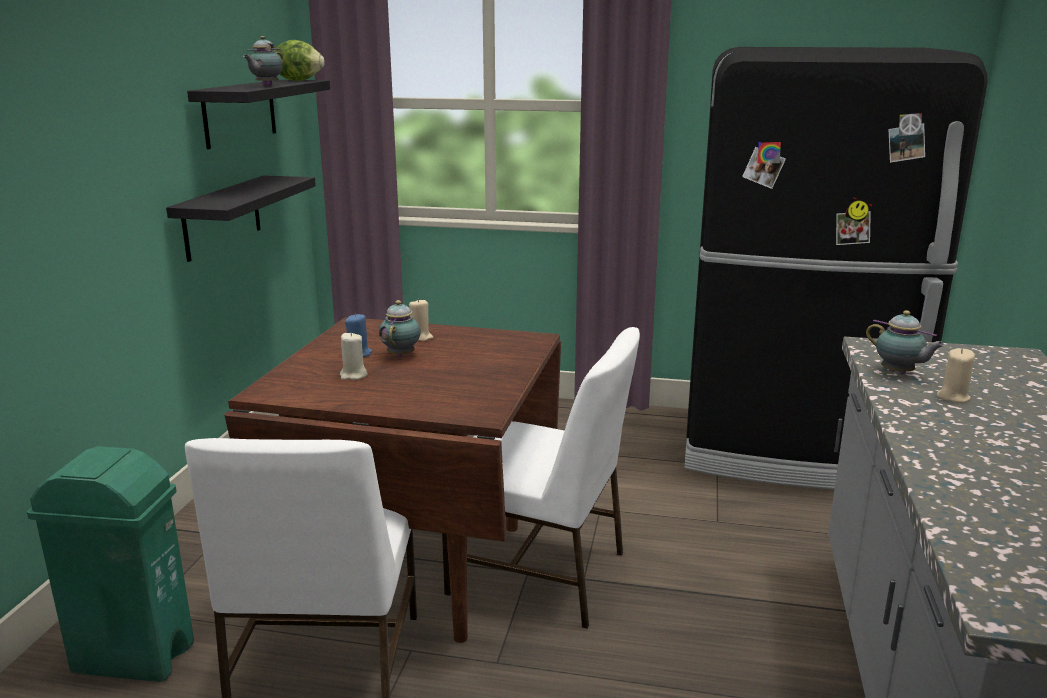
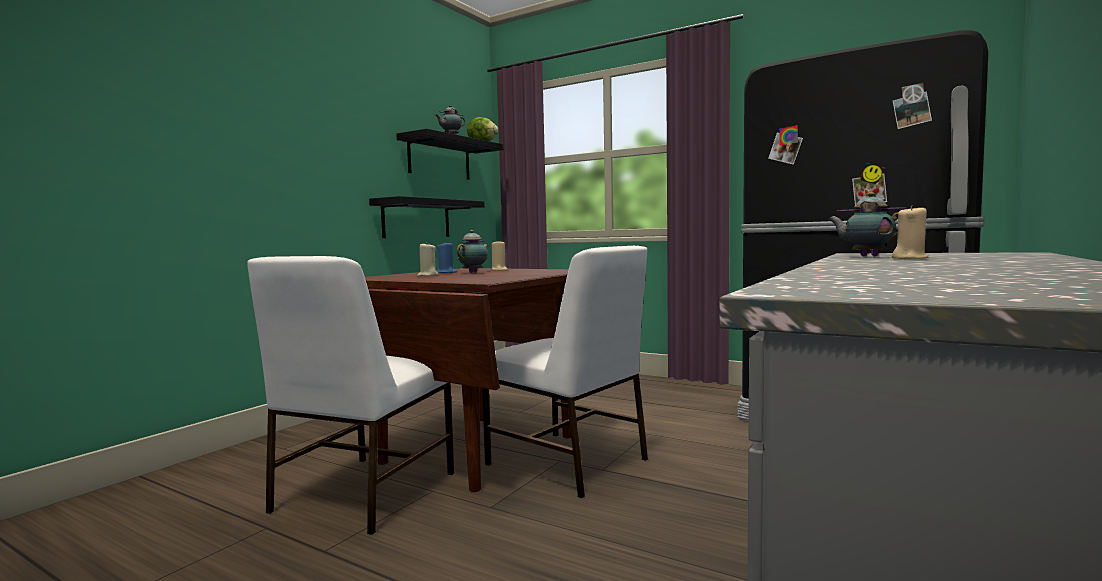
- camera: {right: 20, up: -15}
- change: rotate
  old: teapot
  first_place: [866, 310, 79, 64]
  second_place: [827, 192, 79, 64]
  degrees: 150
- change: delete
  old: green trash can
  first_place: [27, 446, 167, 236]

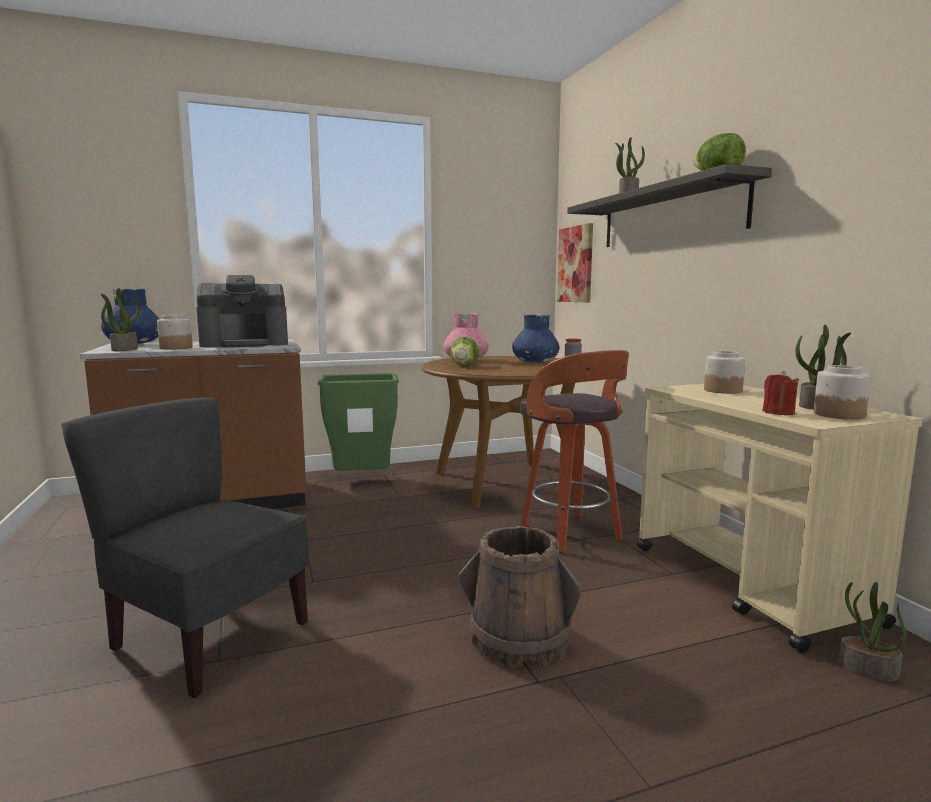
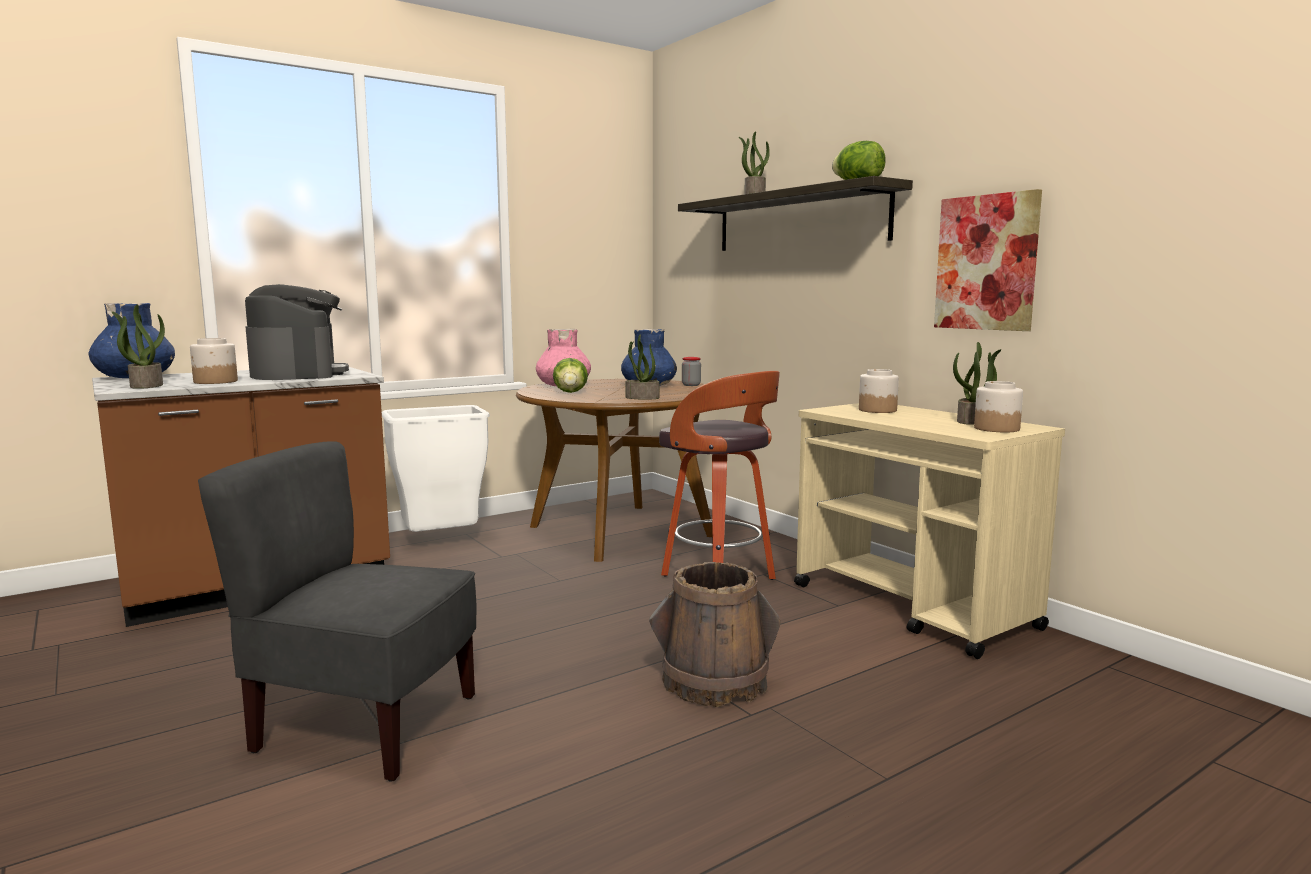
- camera: {right: -15, up: 0}
- change: rotate
  old: coffee machine
  first_place: [196, 275, 92, 72]
  second_place: [245, 284, 104, 96]
  degrees: -75
- change: recolor
  old: green trash can
  new: white trash can
  first_place: [318, 373, 81, 98]
  second_place: [382, 405, 108, 127]
- change: move
  old: potted plant
  first_place: [838, 582, 68, 99]
  second_place: [625, 334, 34, 66]
- change: move
  old: picture
  first_place: [557, 223, 36, 79]
  second_place: [934, 189, 108, 142]
- change: delete
  old: red candle
  first_place: [762, 370, 37, 45]

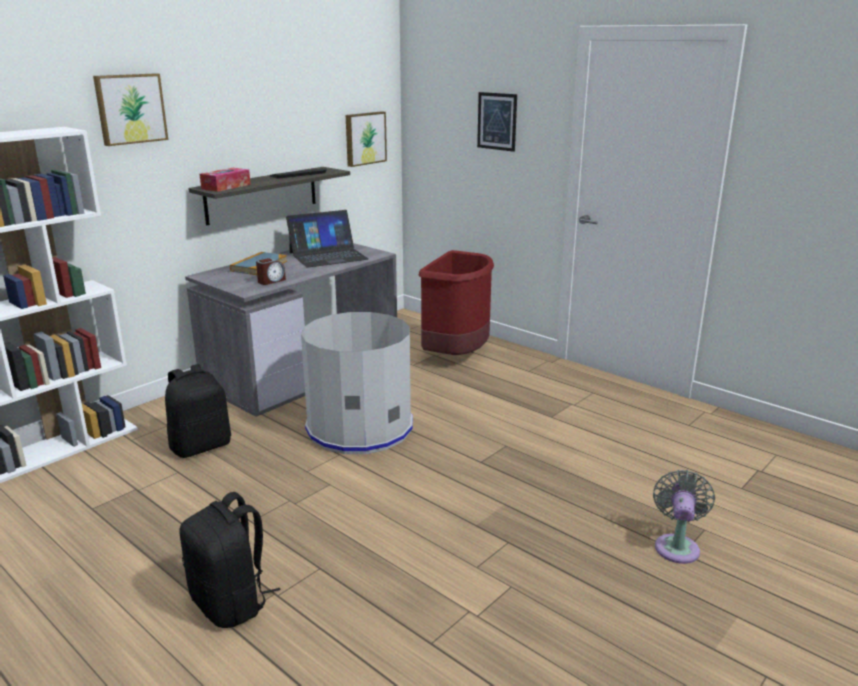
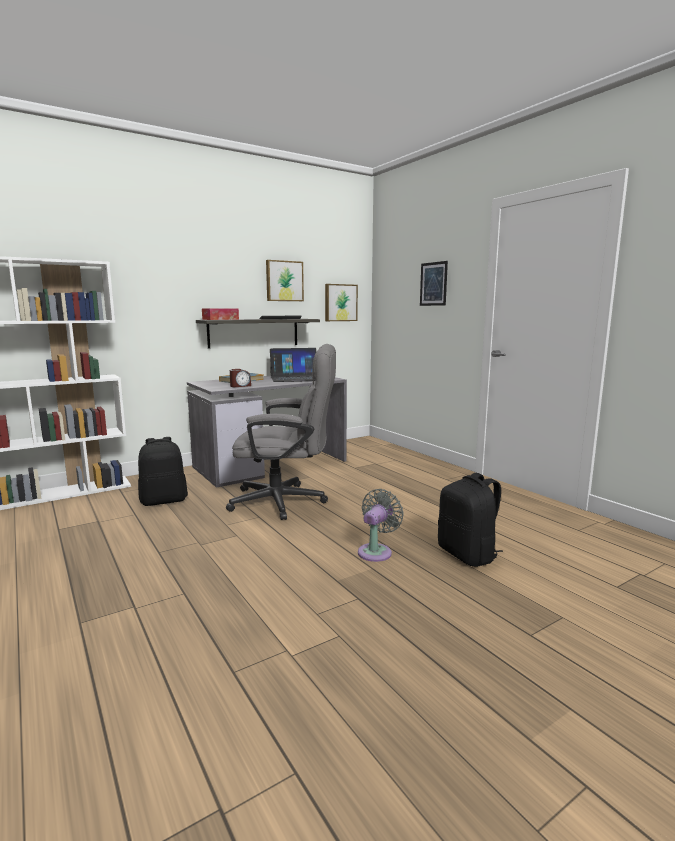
- camera: {right: 15, up: -10}
- change: replace
  old: grey trash can
  new: grey office chair
  first_place: [301, 312, 112, 142]
  second_place: [226, 344, 110, 176]
- change: move
  old: picture
  first_place: [93, 73, 75, 73]
  second_place: [266, 260, 38, 41]
- change: move
  old: grey fan
  first_place: [653, 470, 62, 94]
  second_place: [358, 489, 46, 73]
- change: move
  old: black backpack
  first_place: [180, 492, 101, 136]
  second_place: [438, 473, 65, 94]
- change: delete
  old: red trash can
  first_place: [419, 250, 75, 105]

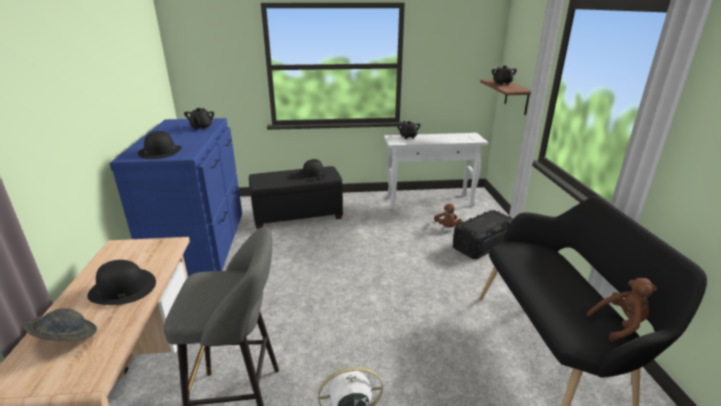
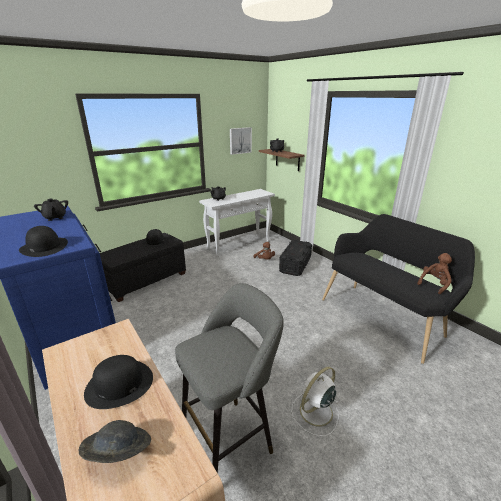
- camera: {right: -30, up: 0}
- change: insert
  new: picture
  second_place: [230, 127, 22, 28]

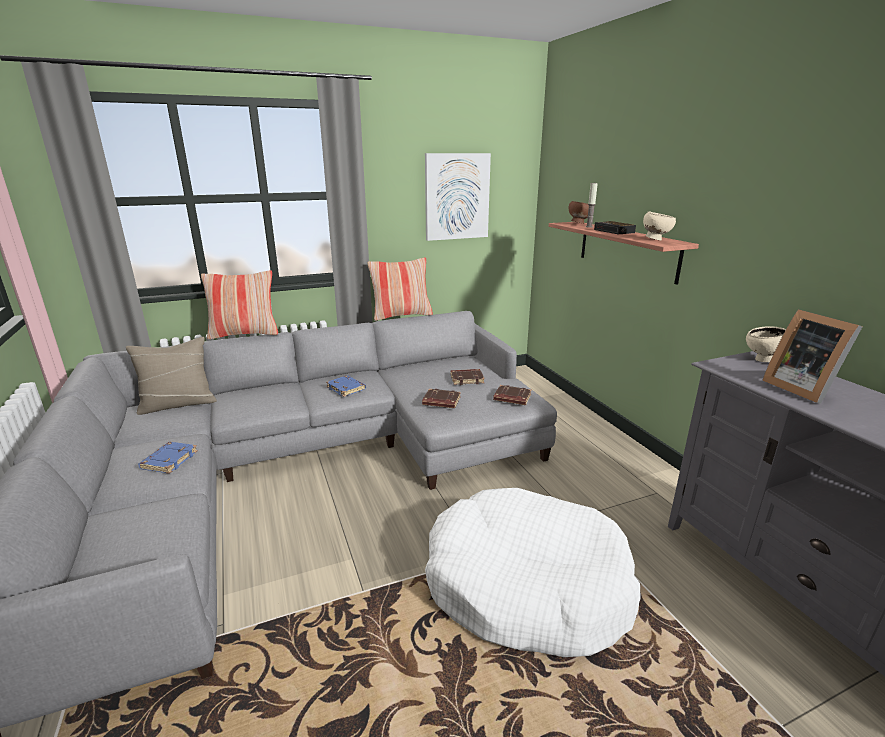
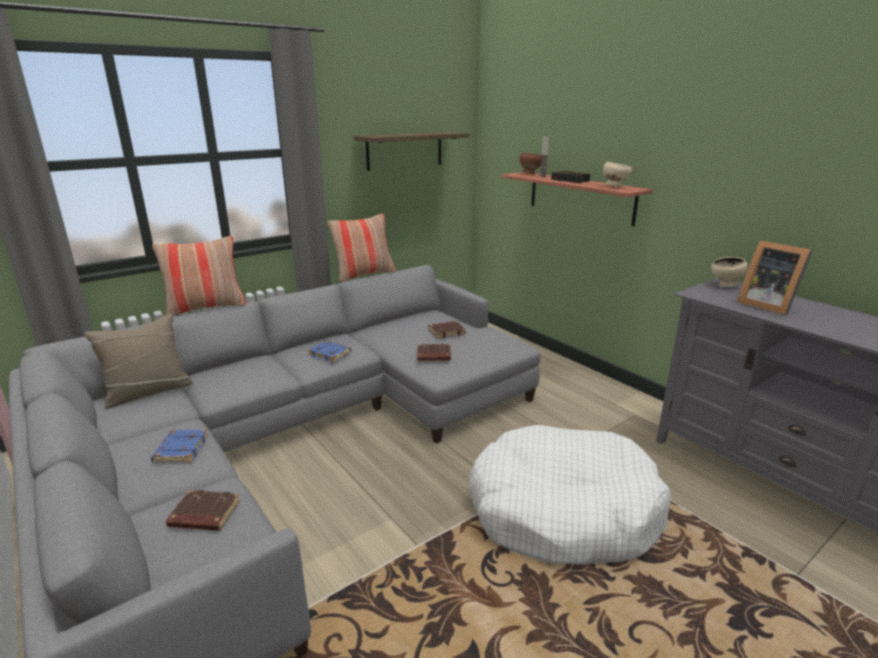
- camera: {right: -15, up: 0}
- change: move
  old: brown book
  first_place: [493, 385, 39, 20]
  second_place: [166, 490, 74, 41]
- change: replace
  old: picture
  new: shelf
  first_place: [425, 153, 66, 88]
  second_place: [354, 132, 115, 39]

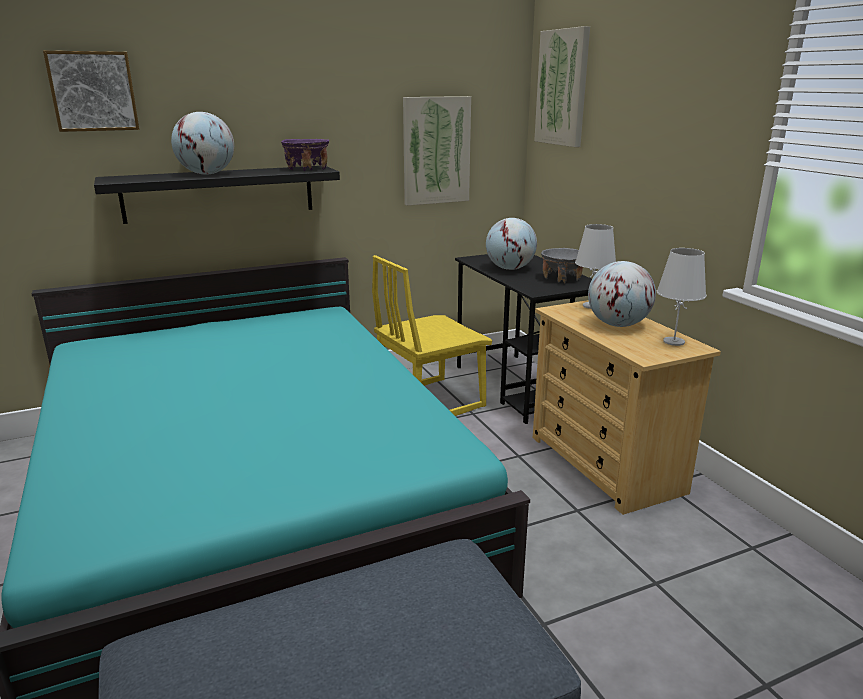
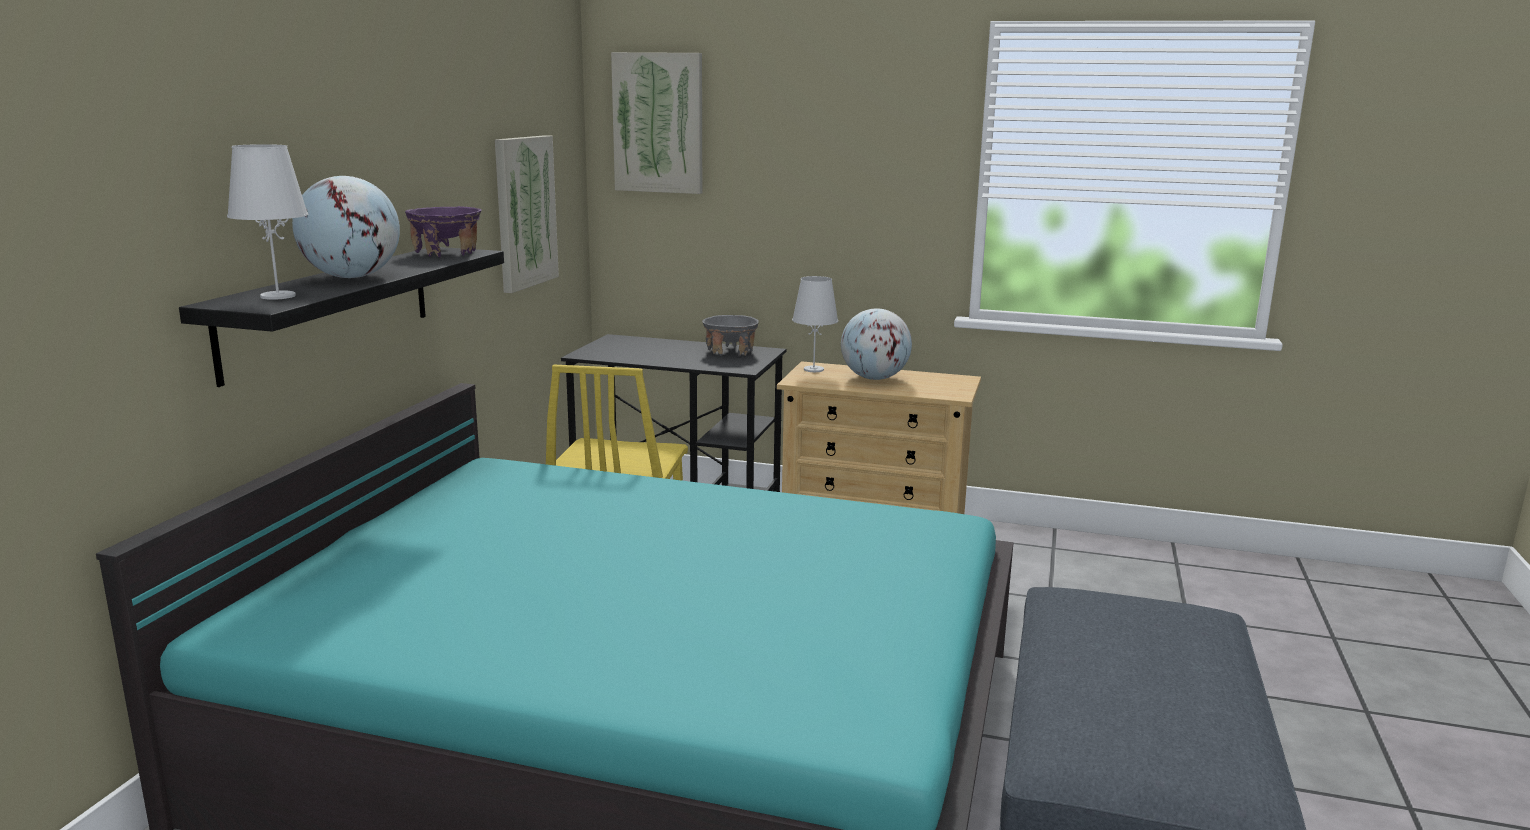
- camera: {right: -50, up: -5}
- change: move
  old: white table lamp
  first_place: [657, 248, 49, 98]
  second_place: [227, 144, 82, 156]
- change: delete
  old: picture
  first_place: [43, 51, 96, 81]
- change: delete
  old: globe
  first_place: [486, 218, 51, 52]

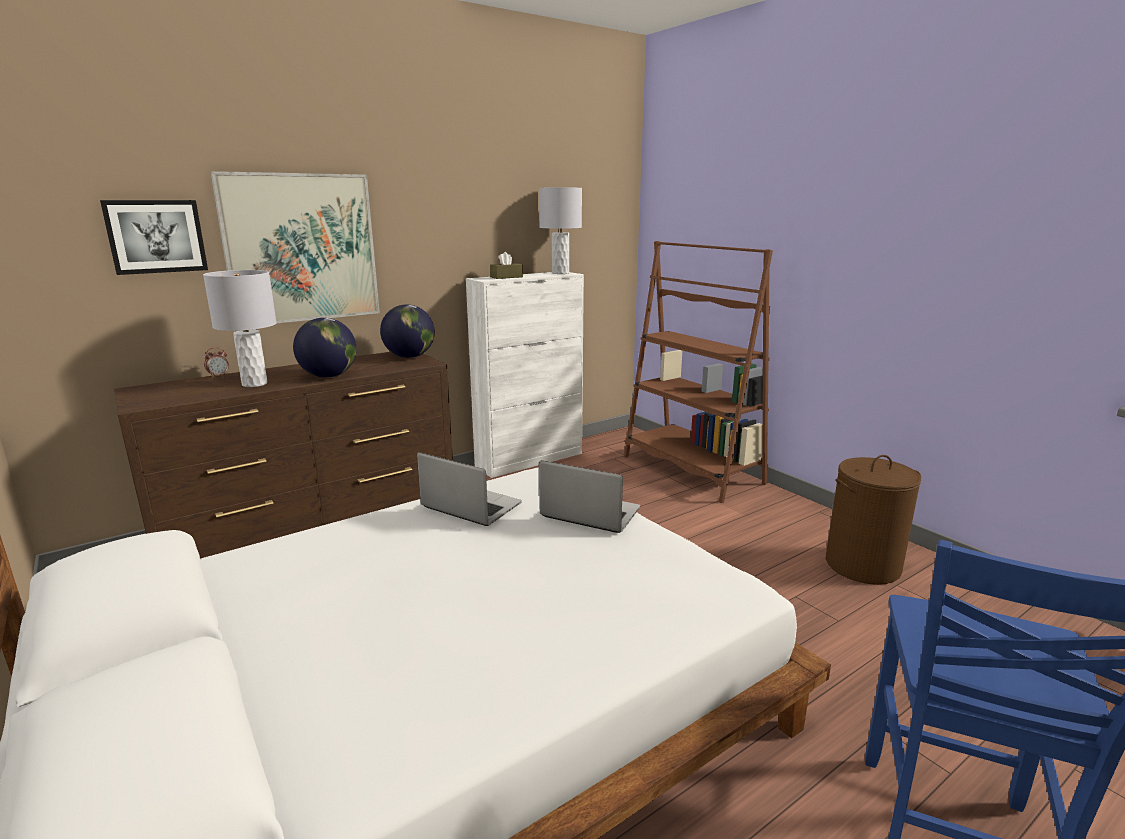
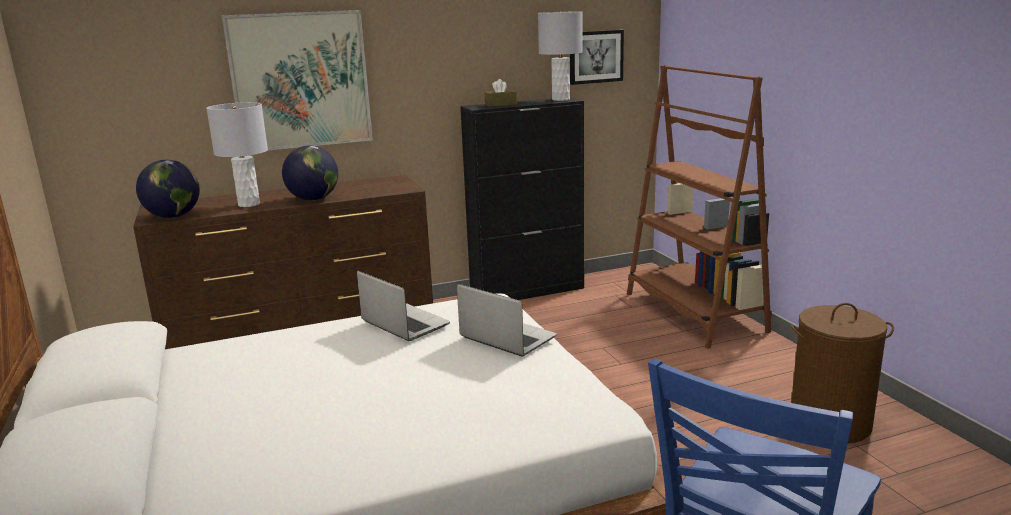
- camera: {right: 15, up: 0}
- change: move
  old: globe
  first_place: [380, 304, 55, 54]
  second_place: [136, 160, 64, 58]
- change: recolor
  old: white cabinet
  new: black cabinet
  first_place: [466, 272, 118, 206]
  second_place: [460, 98, 124, 202]
- change: move
  old: picture
  first_place: [100, 200, 108, 75]
  second_place: [570, 30, 54, 55]
- change: delete
  old: alarm clock
  first_place: [204, 347, 25, 31]

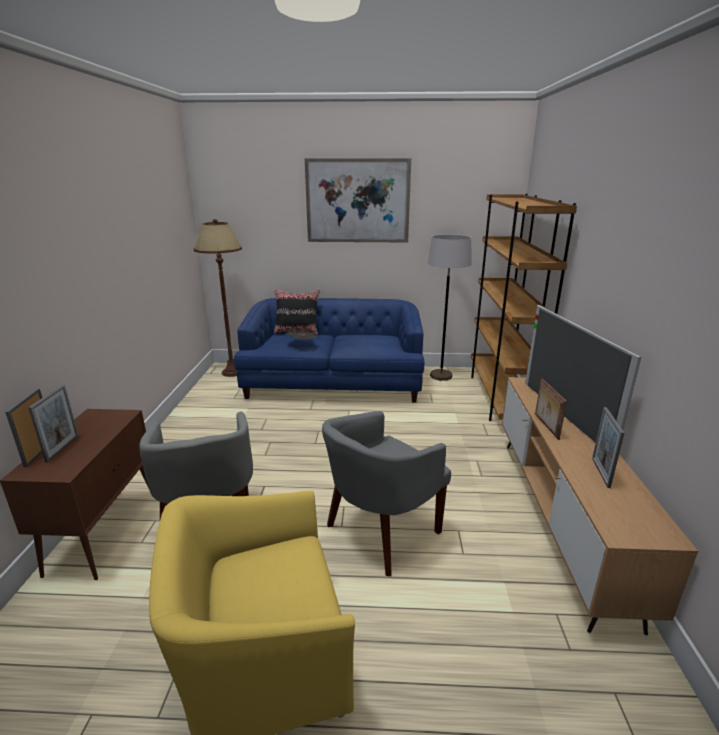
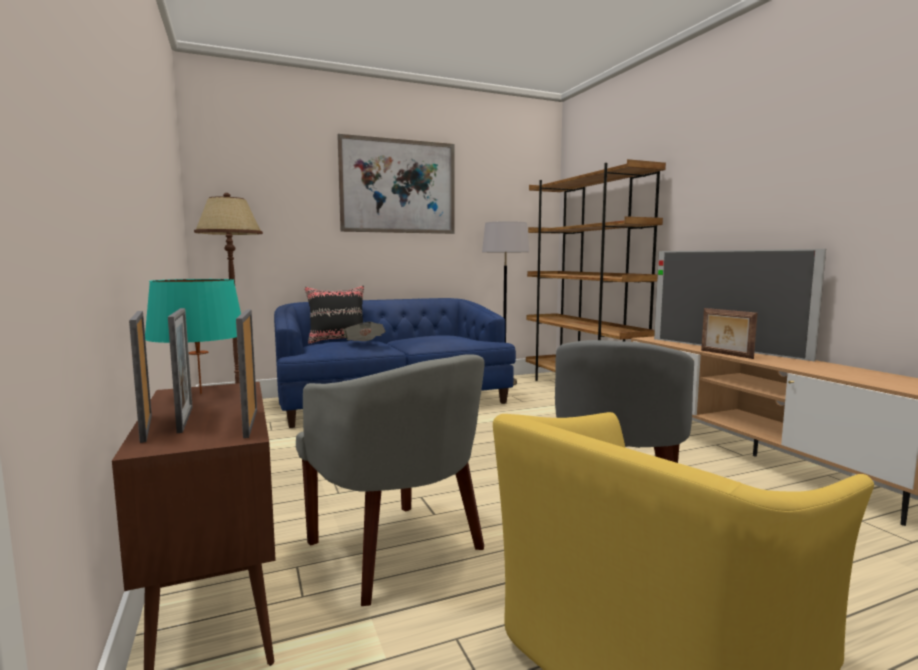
- camera: {right: -25, up: -15}
- change: insert
  new: turquoise table lamp
  second_place: [145, 279, 96, 115]
- change: move
  old: picture frame
  first_place: [592, 407, 32, 81]
  second_place: [236, 309, 21, 129]

